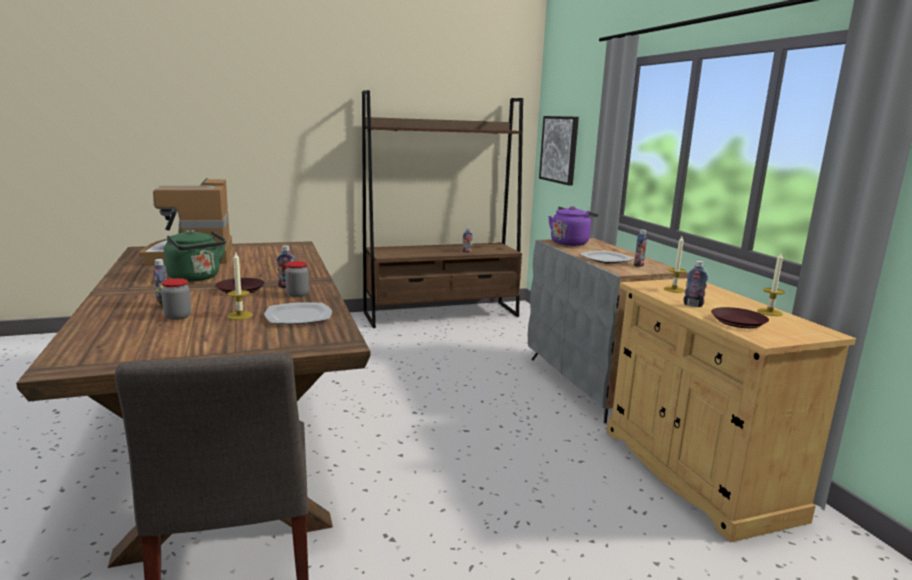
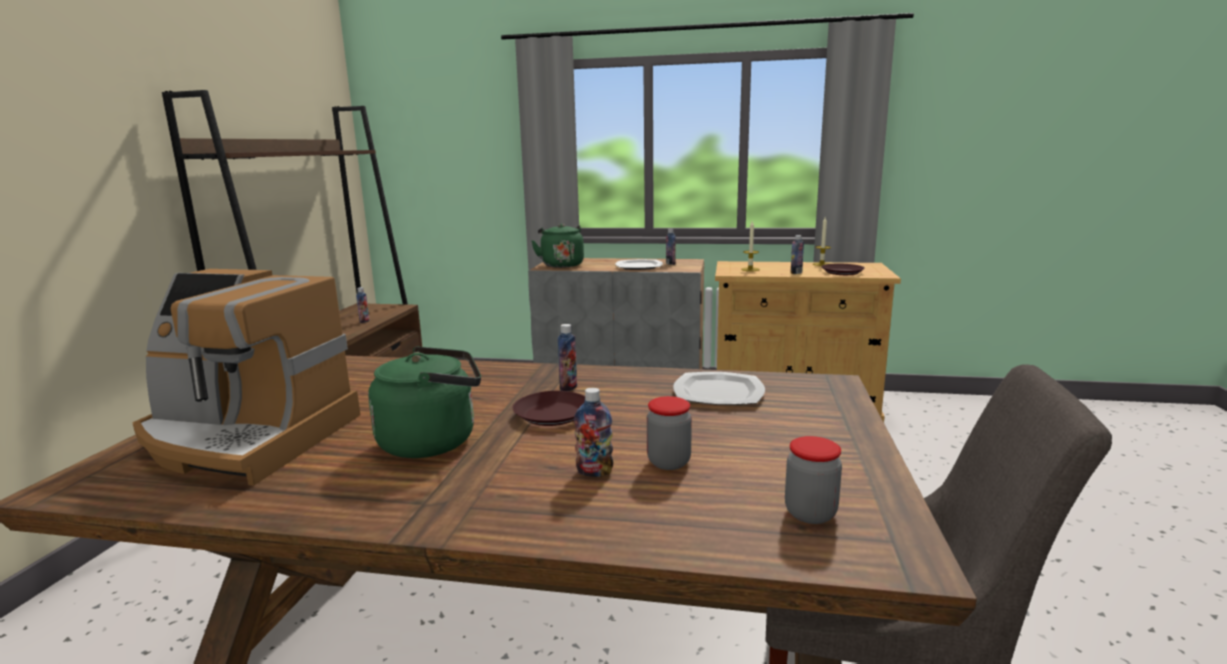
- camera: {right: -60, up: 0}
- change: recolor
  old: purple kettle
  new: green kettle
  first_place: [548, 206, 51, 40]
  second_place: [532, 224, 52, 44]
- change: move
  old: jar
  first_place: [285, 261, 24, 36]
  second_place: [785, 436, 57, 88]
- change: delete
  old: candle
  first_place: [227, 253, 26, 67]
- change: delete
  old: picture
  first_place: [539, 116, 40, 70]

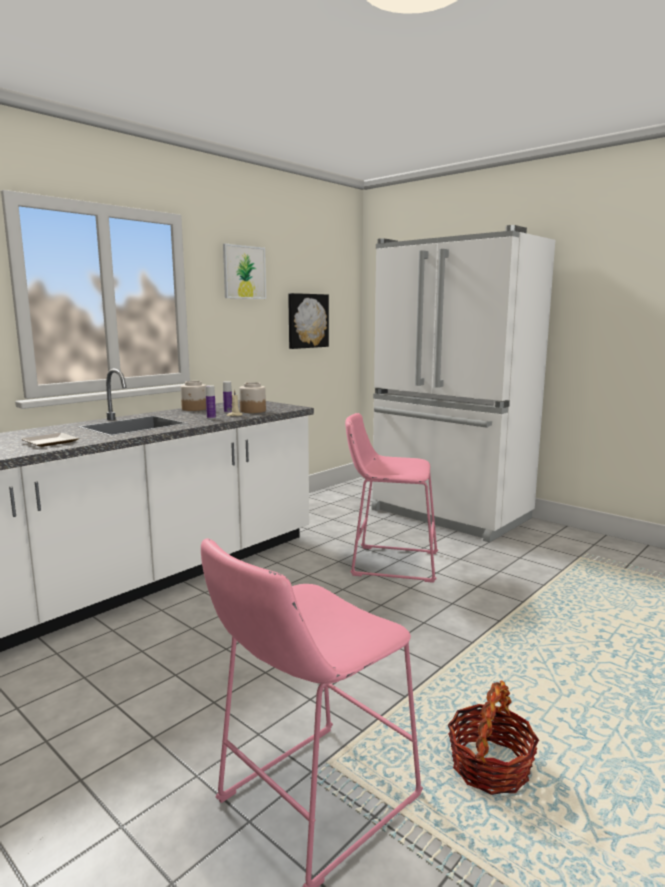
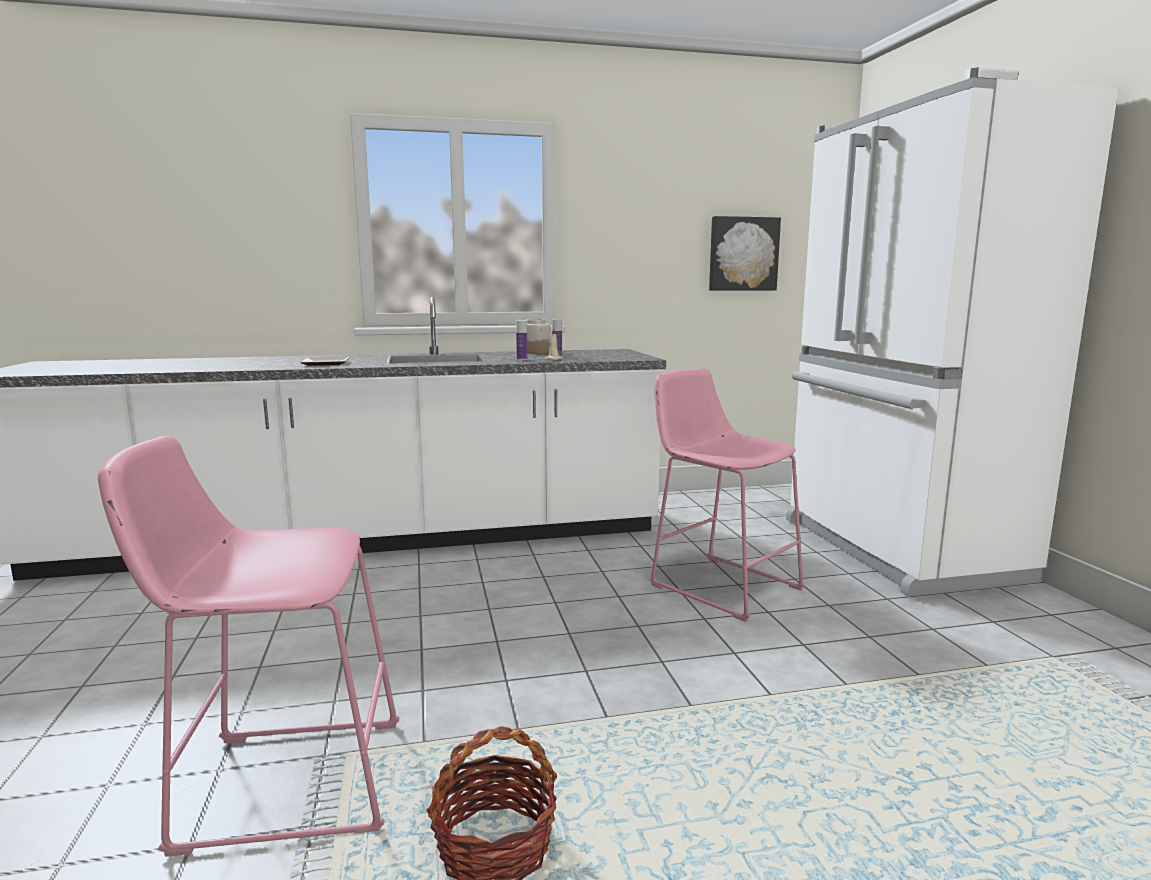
- camera: {right: 35, up: 0}
- change: delete
  old: picture
  first_place: [223, 244, 43, 55]
- change: delete
  old: jar
  first_place: [239, 382, 27, 31]

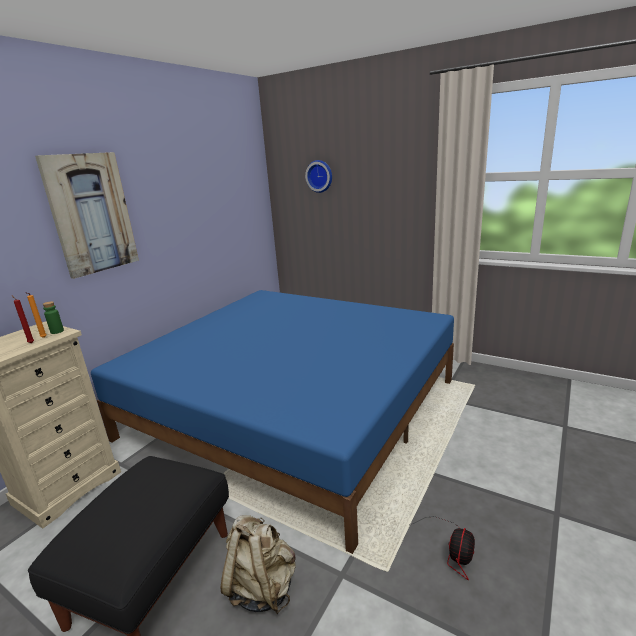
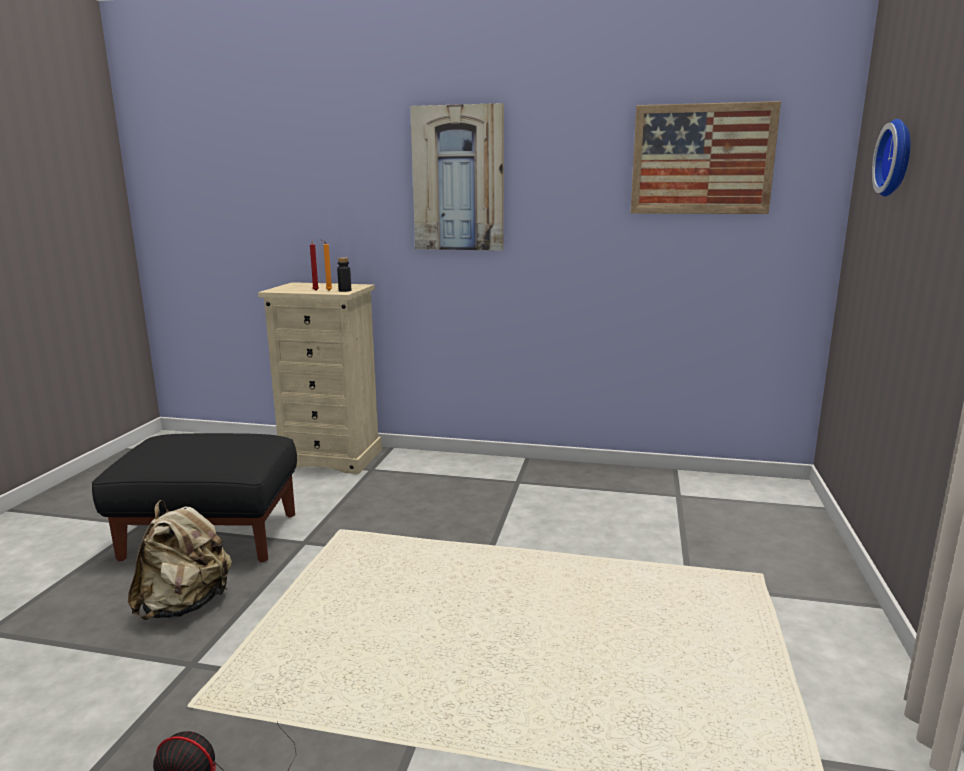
- camera: {right: 70, up: -5}
- change: recolor
  old: green bottle
  new: black bottle
  first_place: [43, 301, 21, 33]
  second_place: [337, 257, 14, 35]
- change: insert
  new: picture
  second_place: [631, 101, 150, 113]
- change: delete
  old: blue bed
  first_place: [91, 290, 363, 264]

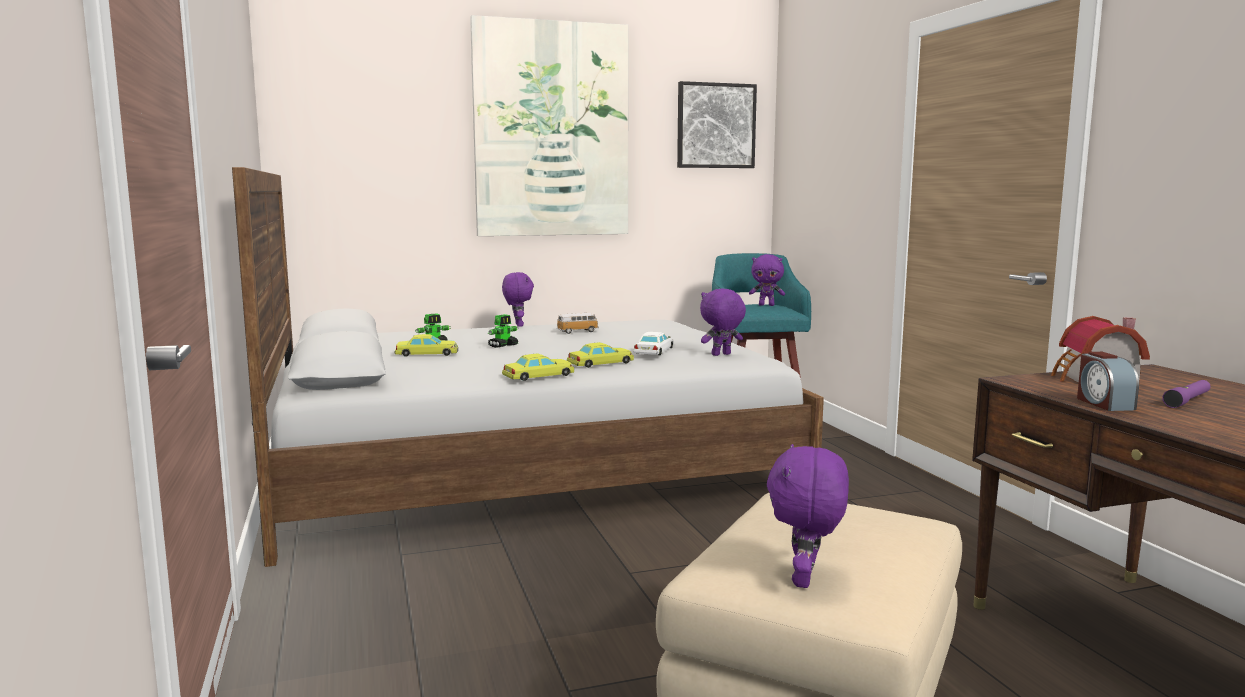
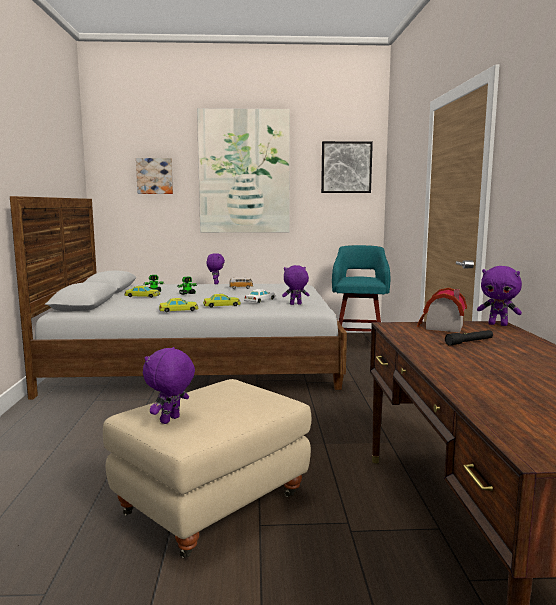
- camera: {right: 15, up: 0}
- change: insert
  new: picture
  second_place: [136, 158, 37, 36]
- change: recolor
  old: purple flashlight
  new: black flashlight
  first_place: [1162, 380, 49, 28]
  second_place: [445, 330, 48, 15]
- change: move
  old: purple plush toy
  first_place: [749, 254, 36, 52]
  second_place: [477, 266, 45, 60]
- change: delete
  old: alarm clock
  first_place: [1077, 352, 62, 59]

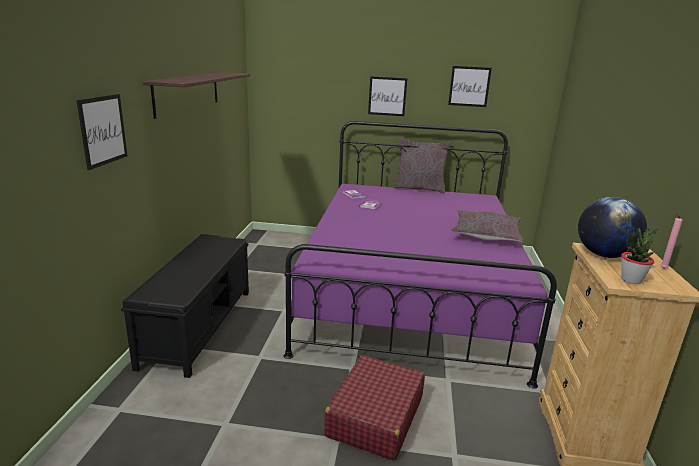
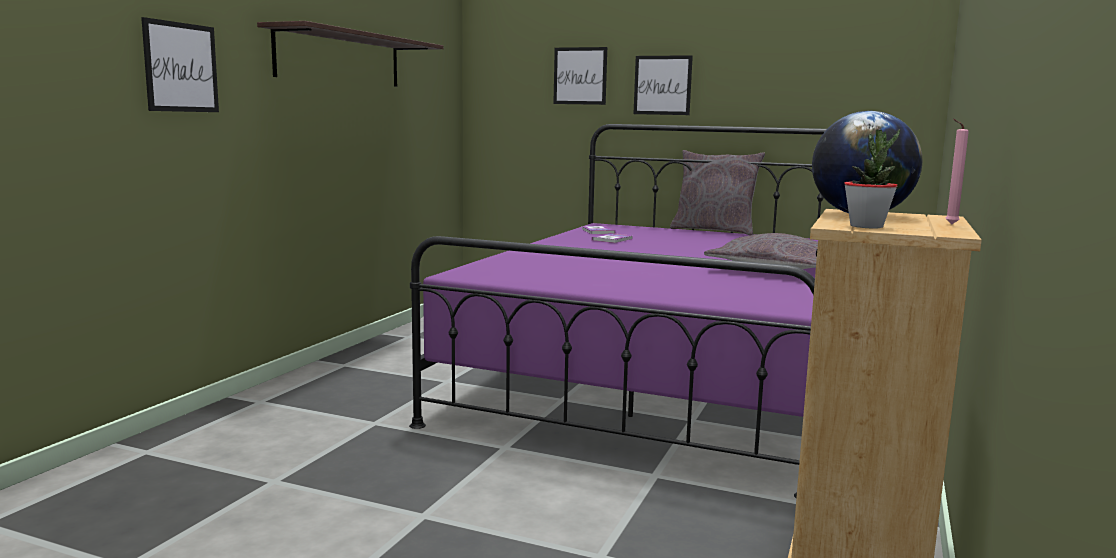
- camera: {right: 15, up: -10}
- change: move
  old: picture
  first_place: [448, 66, 44, 41]
  second_place: [553, 47, 54, 58]
- change: delete
  old: black bench
  first_place: [121, 234, 128, 144]
- change: delete
  old: red suitcase
  first_place: [324, 355, 101, 106]

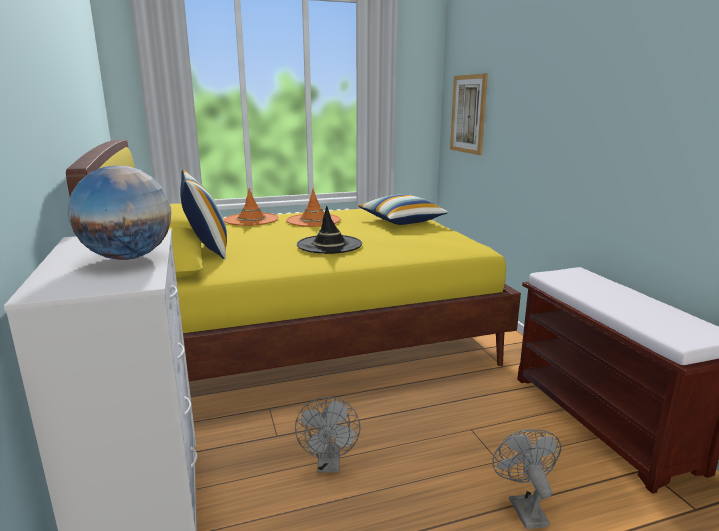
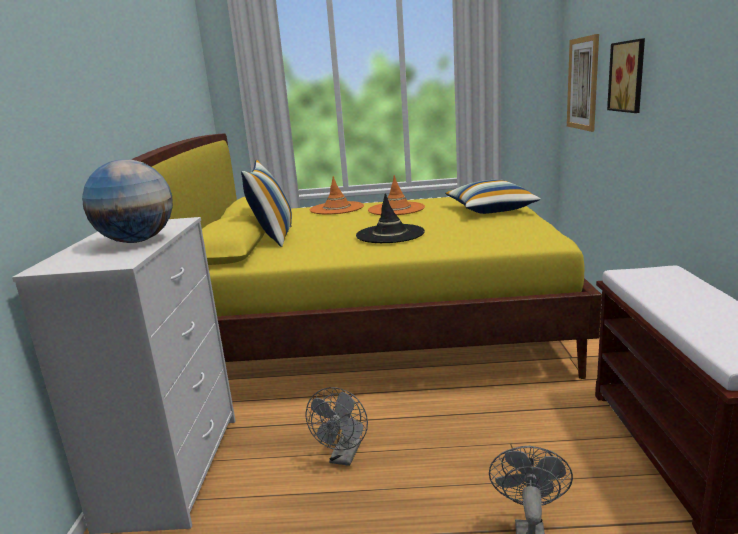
- camera: {right: 20, up: 0}
- change: insert
  new: picture
  second_place: [607, 38, 38, 75]

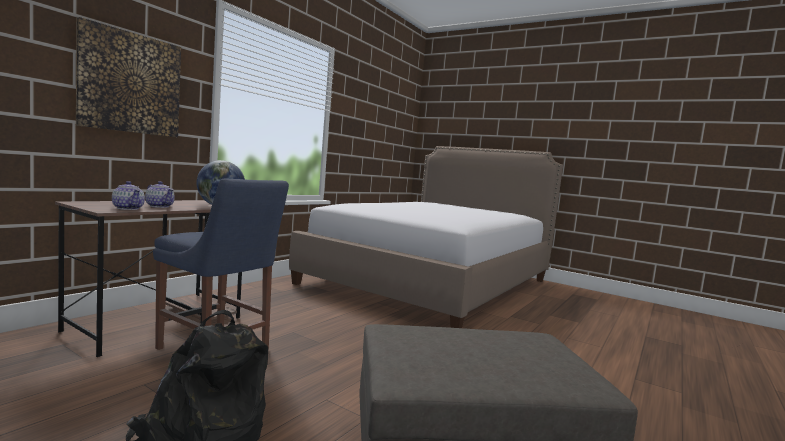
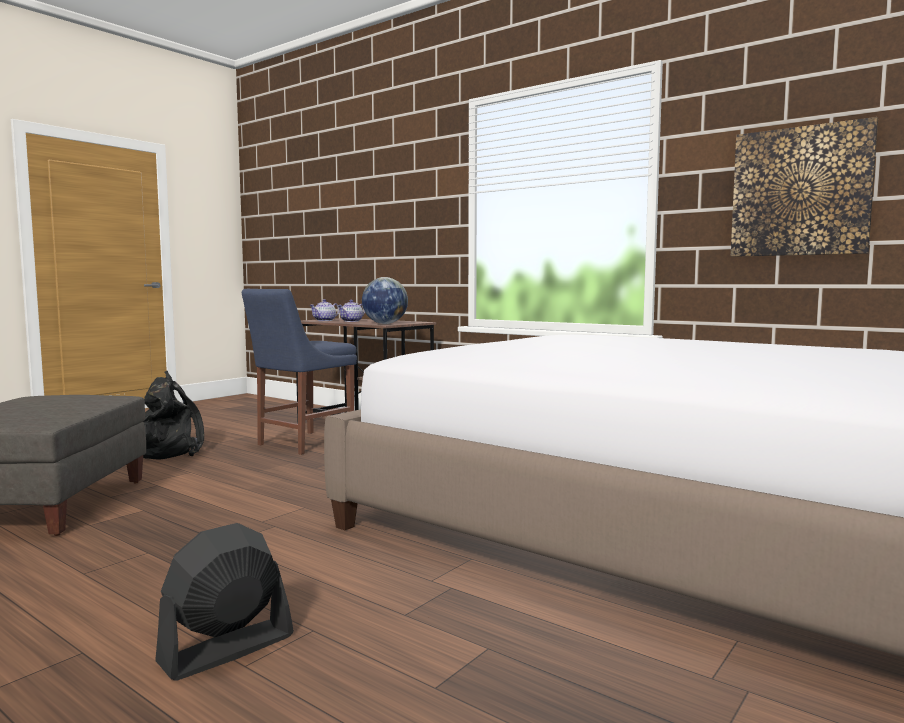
- camera: {right: 95, up: 0}
- change: insert
  new: black fan
  second_place: [155, 523, 139, 158]
- change: move
  old: picture
  first_place: [76, 17, 105, 120]
  second_place: [731, 117, 147, 140]

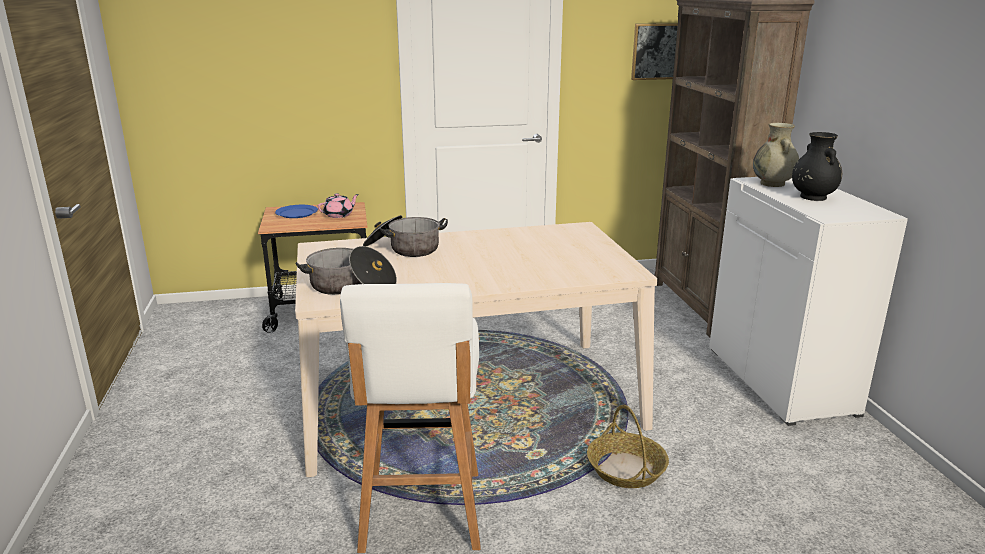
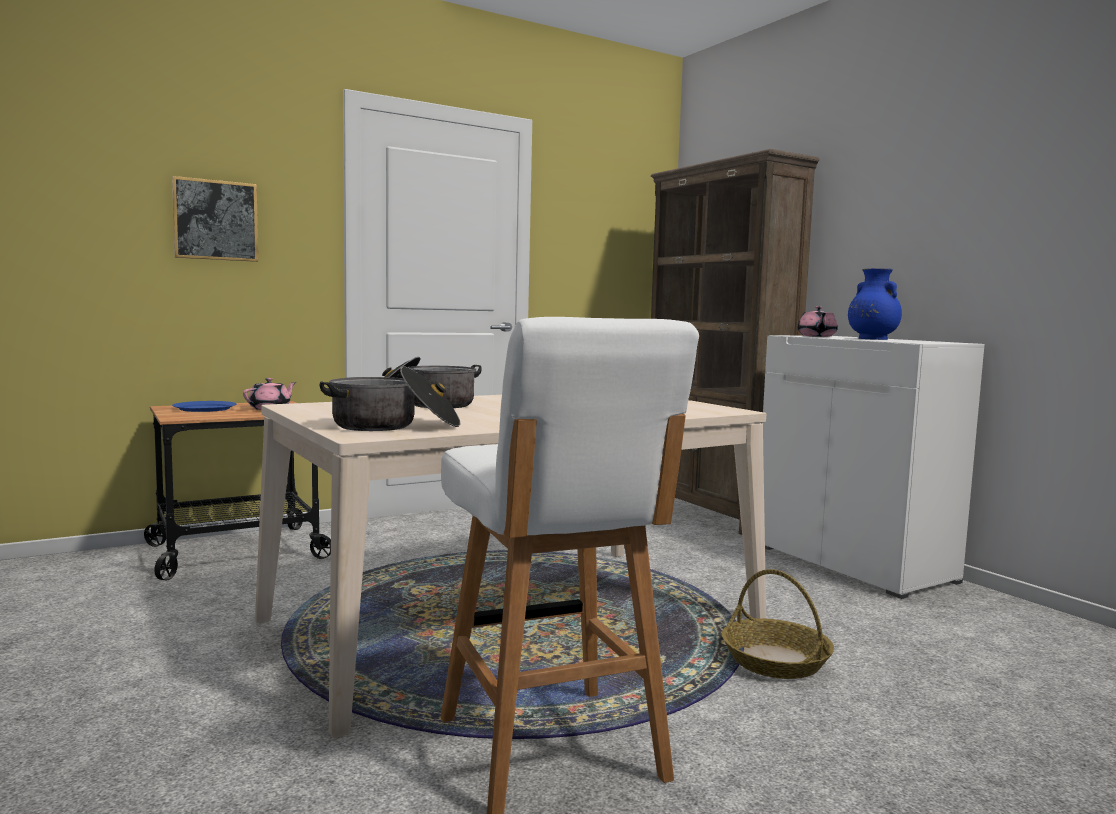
- camera: {right: -20, up: -15}
- change: move
  old: picture
  first_place: [631, 23, 47, 57]
  second_place: [172, 176, 86, 86]
- change: replace
  old: beige vase
  new: pink teapot
  first_place: [753, 123, 46, 64]
  second_place: [798, 306, 40, 31]
- change: recolor
  old: black vase
  new: blue vase
  first_place: [792, 132, 50, 69]
  second_place: [848, 268, 54, 72]

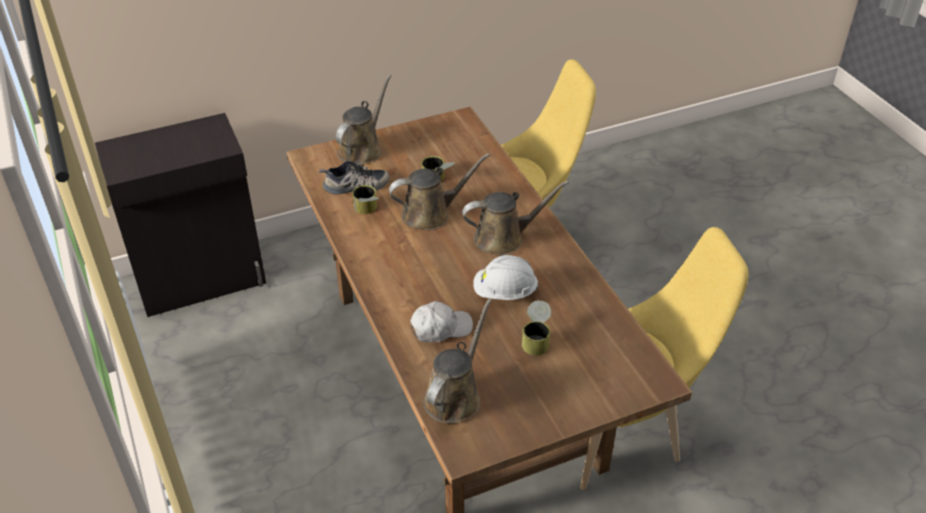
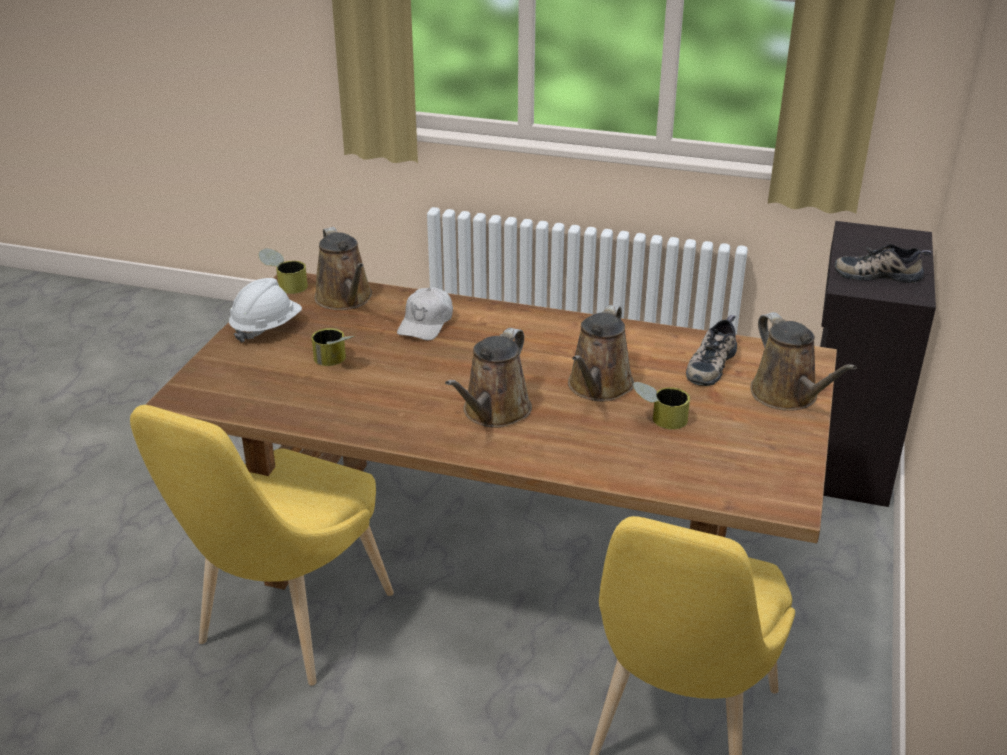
- camera: {right: 130, up: -10}
- change: move
  old: white hard hat
  first_place: [473, 255, 65, 45]
  second_place: [229, 278, 73, 65]
- change: move
  old: can
  first_place: [352, 185, 27, 29]
  second_place: [258, 248, 50, 46]
- change: insert
  new: shoe
  second_place: [835, 244, 97, 39]

